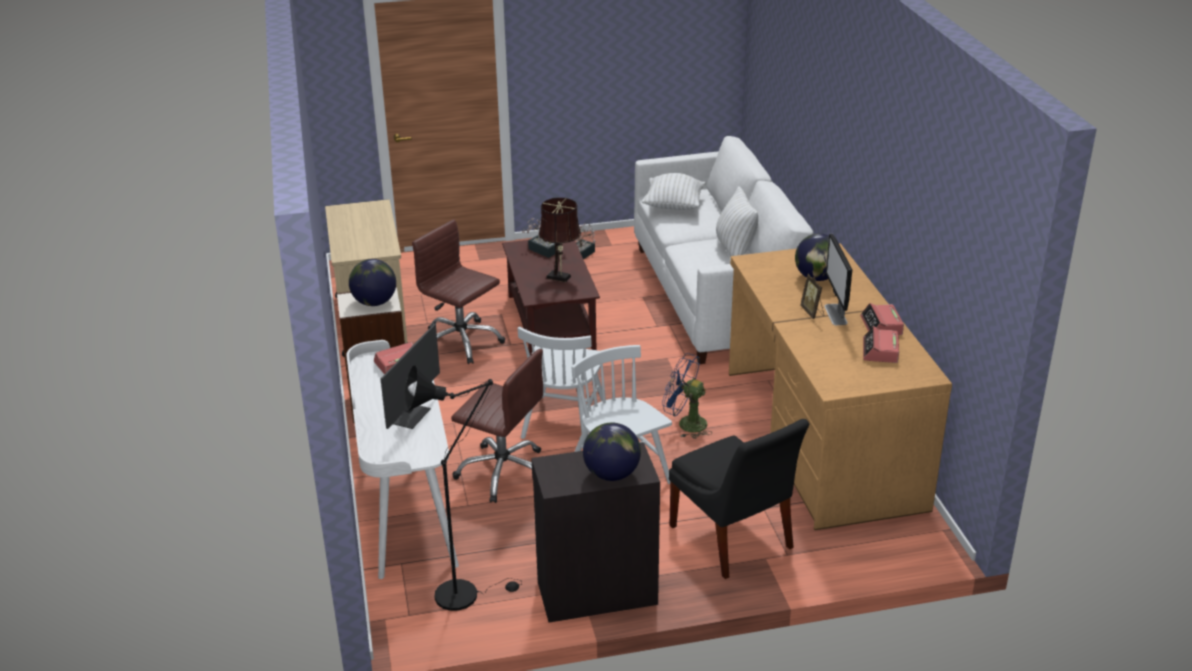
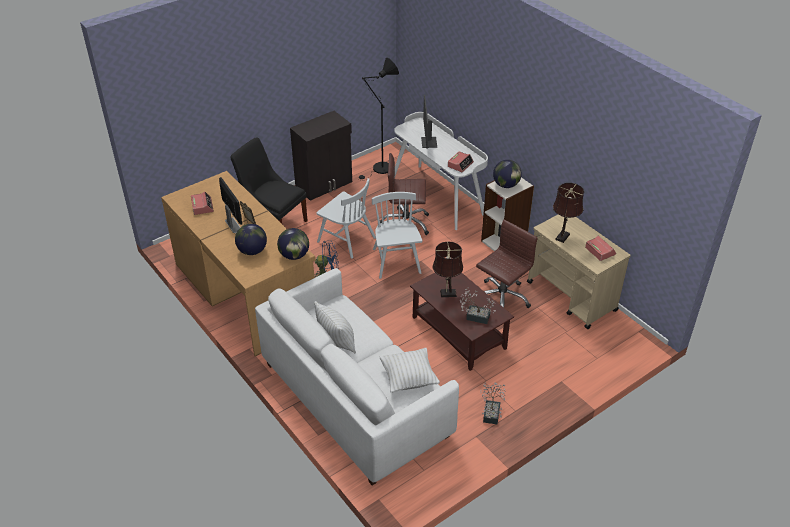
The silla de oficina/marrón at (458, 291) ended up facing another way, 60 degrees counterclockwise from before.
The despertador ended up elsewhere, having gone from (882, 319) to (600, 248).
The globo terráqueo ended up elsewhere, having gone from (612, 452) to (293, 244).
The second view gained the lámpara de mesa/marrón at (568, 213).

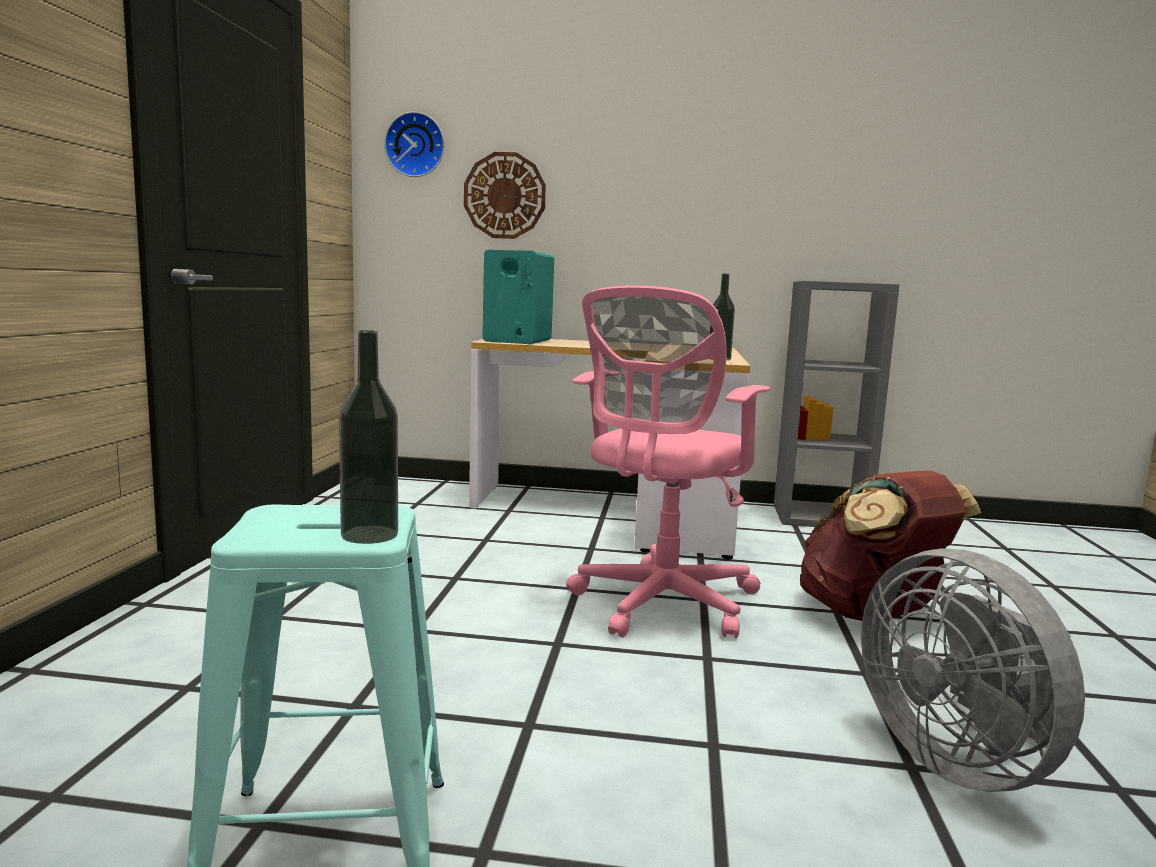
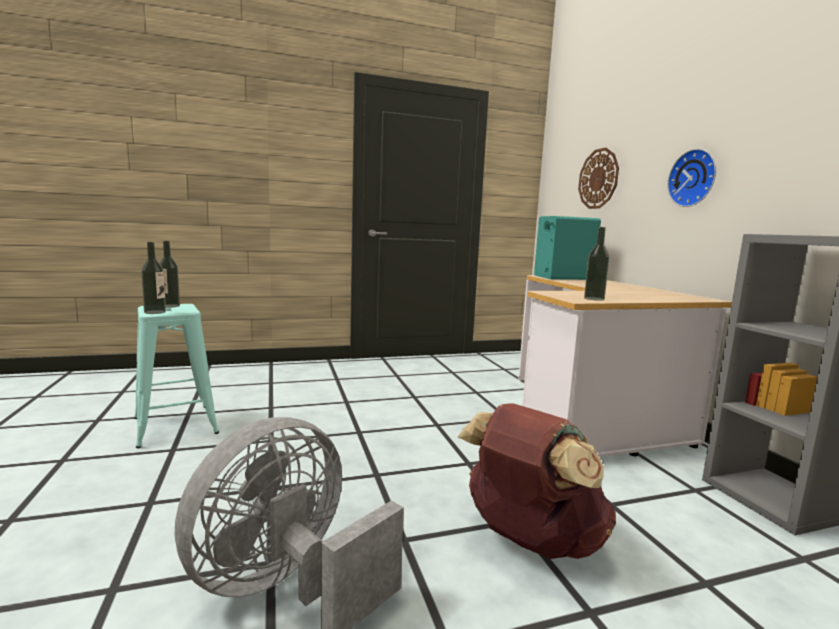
The reloj de pared ended up elsewhere, having gone from (414, 144) to (691, 178).
The second view lost the silla de oficina/rosa at (668, 462).
The second view gained the botella at (169, 274).

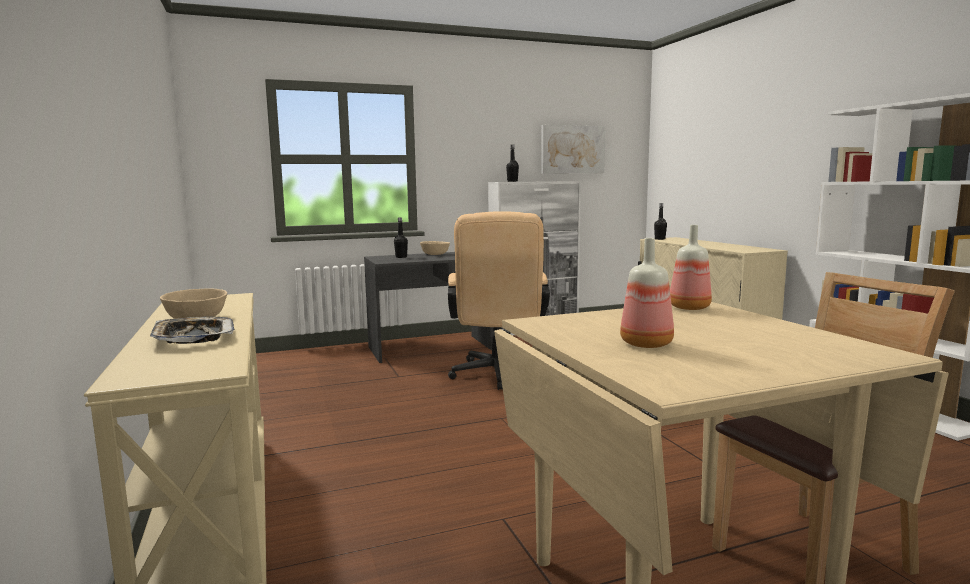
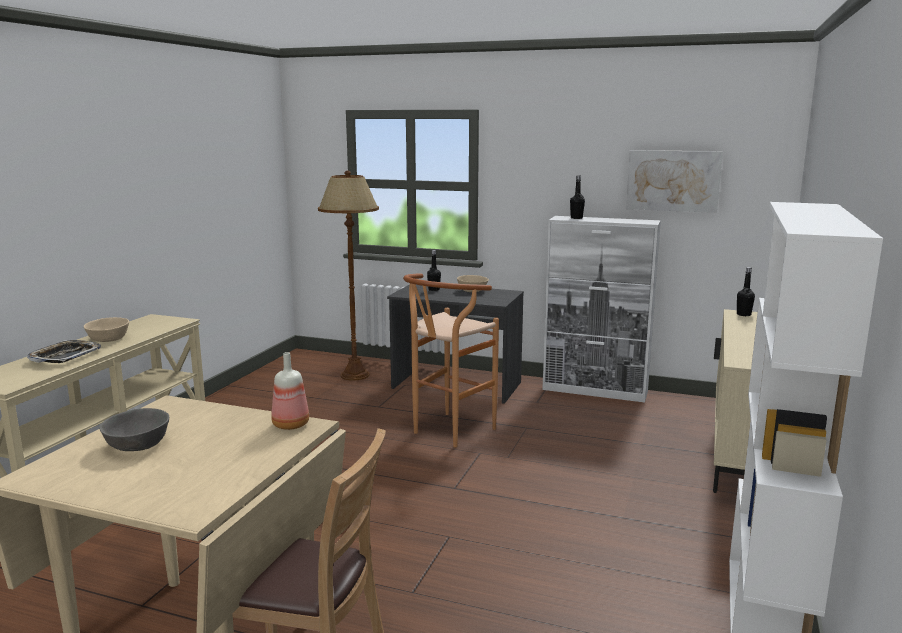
Where the silla de oficina/beis stood at (499, 300), the taburete/marrón came to stand at (451, 360).
Where the botella stood at (647, 293), the cuenco/gris came to stand at (134, 429).
The second view gained the lámpara de pie/marrón at (348, 275).

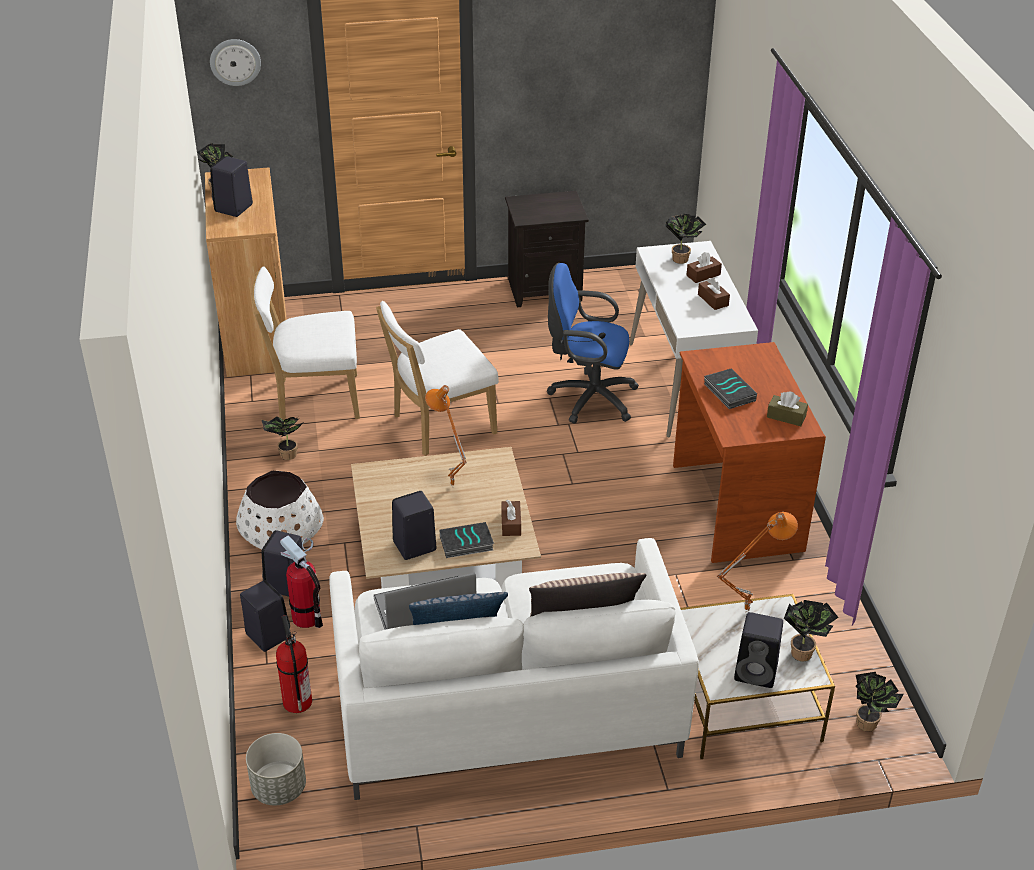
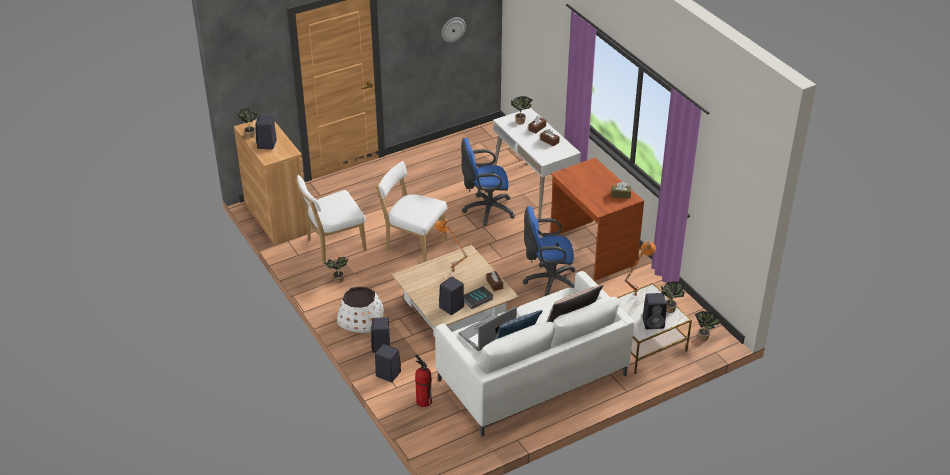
The reloj de pared ended up elsewhere, having gone from (235, 62) to (454, 29).
The second view lost the mesita de noche/negro at (547, 249).
The silla/blanco at (437, 378) ended up facing another way, 75 degrees clockwise from before.
The second view lost the libro at (730, 388).
The second view lost the extintor at (301, 581).
The second view lost the maceta/gris at (276, 769).
The second view gained the silla de oficina/azul at (549, 251).

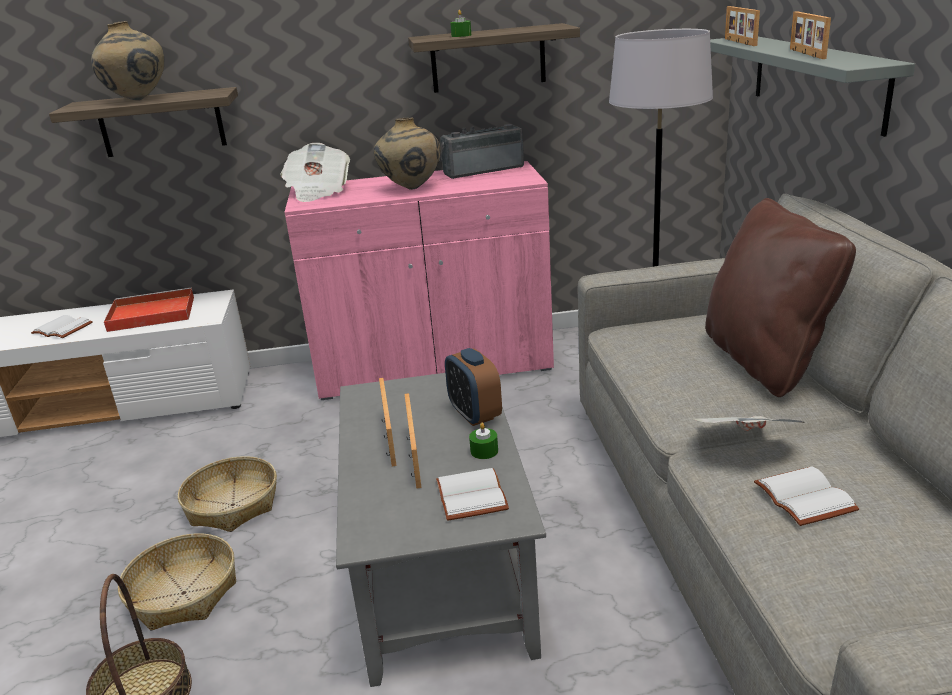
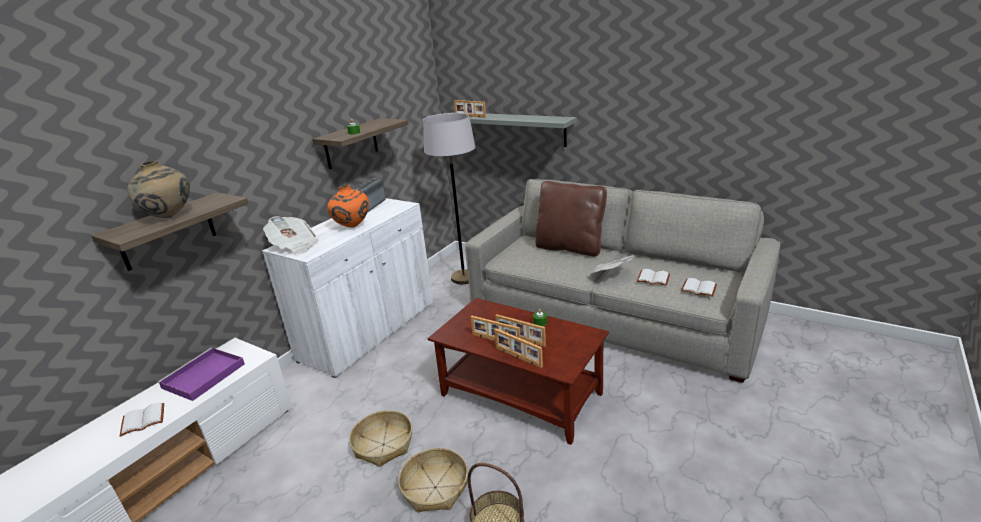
The portarretratos ended up elsewhere, having gone from (810, 35) to (518, 348).
What was the florero/beis at (407, 154) turned into the florero/naranja at (348, 206).
What was the armario/rosa at (419, 280) turned into the armario/blanco at (347, 288).
What was the bandeja/rojo at (149, 310) turned into the bandeja/morado at (201, 374).
The second view lost the despertador at (473, 387).
What was the mesa de centro/gris at (441, 530) turned into the mesa de centro/marrón at (518, 371).
The libro/blanco ended up elsewhere, having gone from (472, 494) to (699, 287).

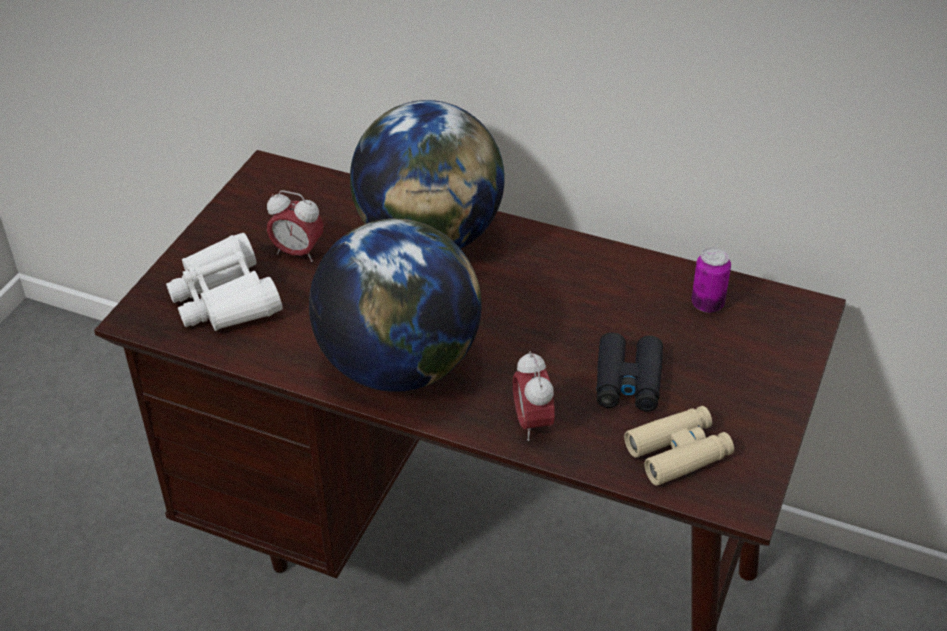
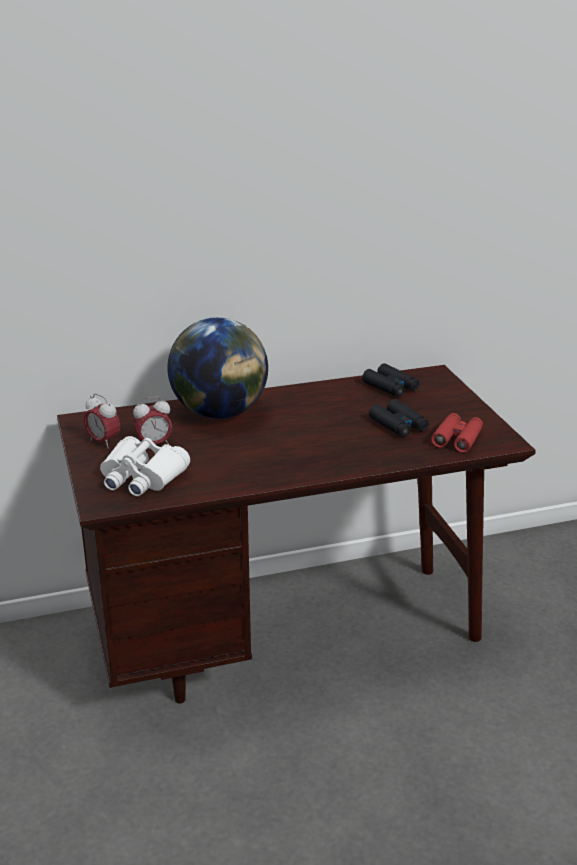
The second view lost the globo terráqueo at (395, 305).
Where the lata stood at (711, 280), the prismáticos/negro came to stand at (391, 380).
The despertador ended up elsewhere, having gone from (534, 396) to (102, 421).
What was the prismáticos/beis at (679, 446) turned into the prismáticos/rojo at (457, 433).

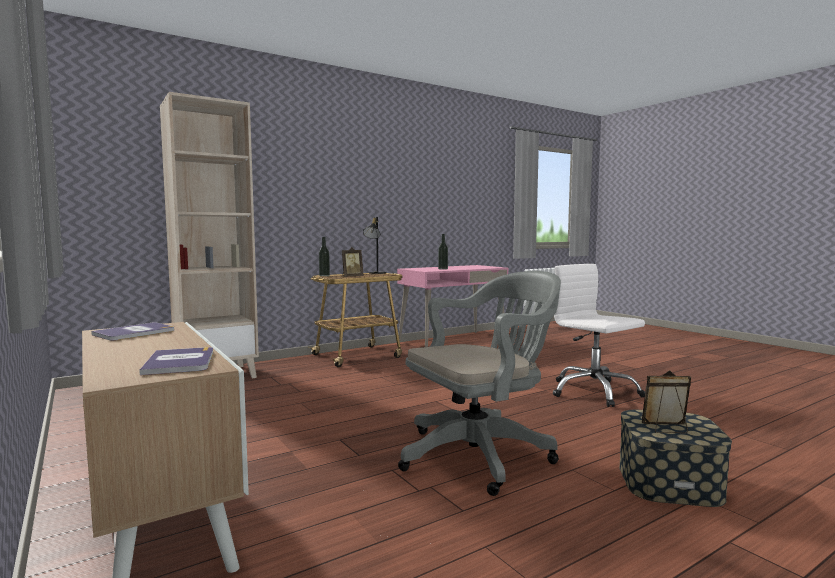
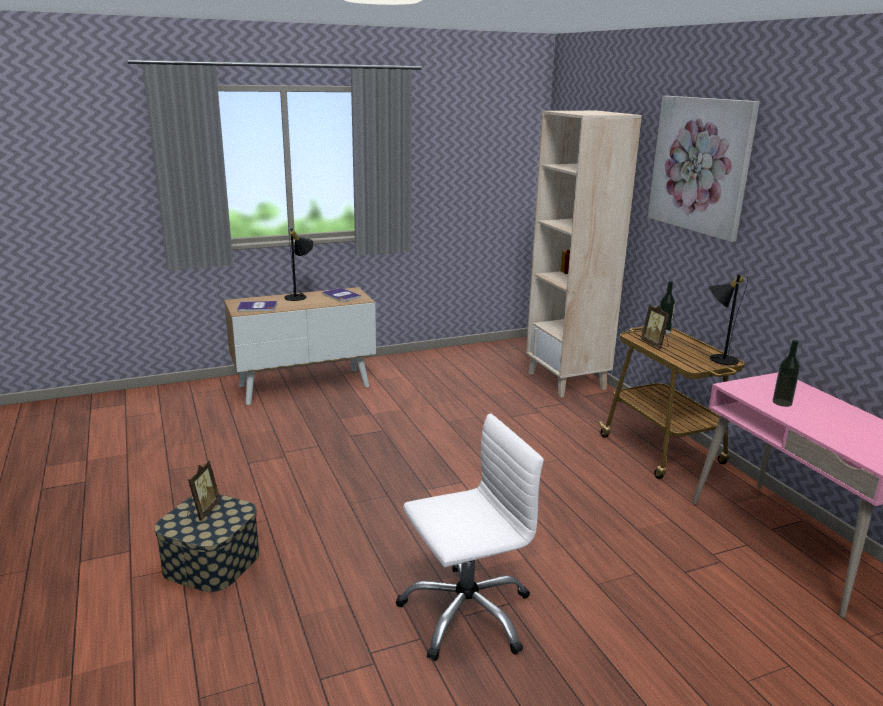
The second view lost the silla de oficina/gris at (479, 383).
The second view gained the cuadro at (704, 169).
The second view gained the lámpara de mesa/negro at (299, 264).

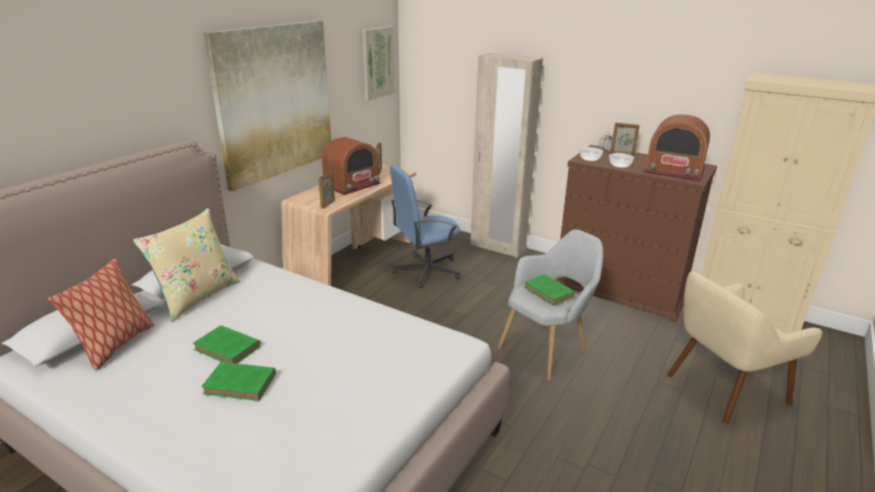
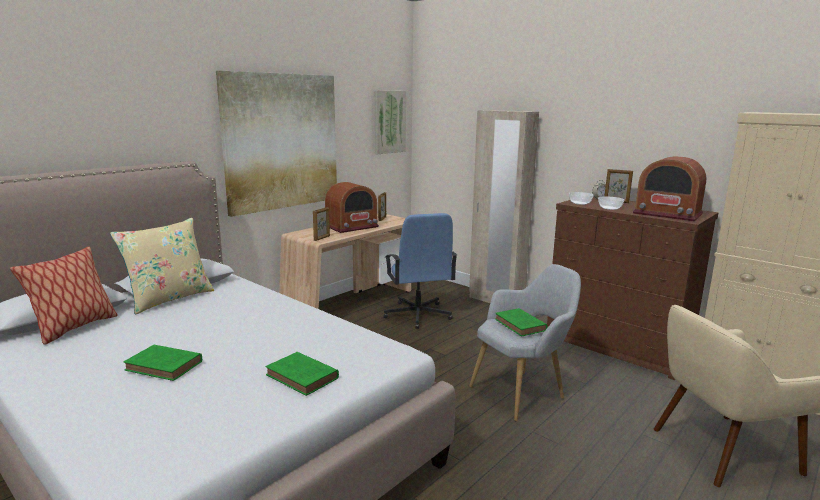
The silla de oficina/azul at (425, 226) ended up facing another way, 90 degrees counterclockwise from before.
The libro/verde ended up elsewhere, having gone from (227, 344) to (302, 374).

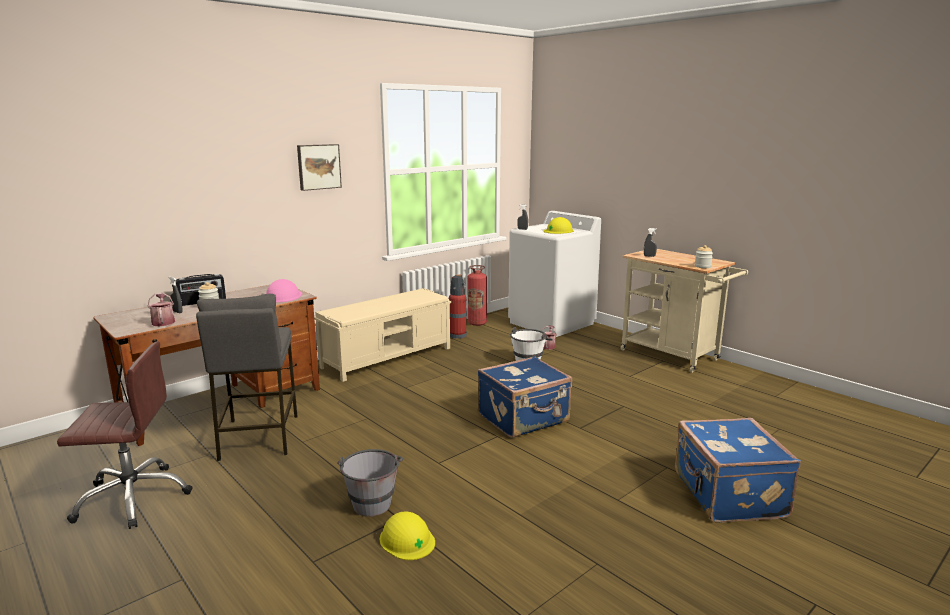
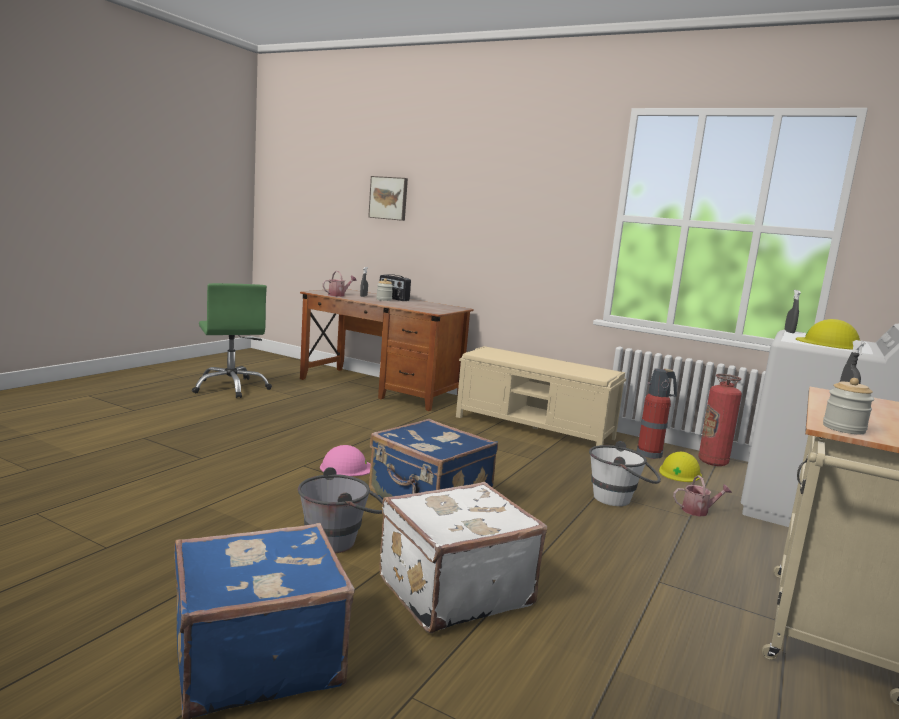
The cuadro ended up elsewhere, having gone from (319, 167) to (388, 198).
The casco/rosa ended up elsewhere, having gone from (284, 290) to (345, 460).
The second view lost the taburete/gris at (246, 377).
What was the silla de oficina/marrón at (125, 435) turned into the silla de oficina/verde at (232, 340).
The cubo/gris ended up elsewhere, having gone from (370, 483) to (340, 510).
The casco/amarillo ended up elsewhere, having gone from (407, 535) to (680, 467).
The second view gained the maleta/blanco at (463, 557).

